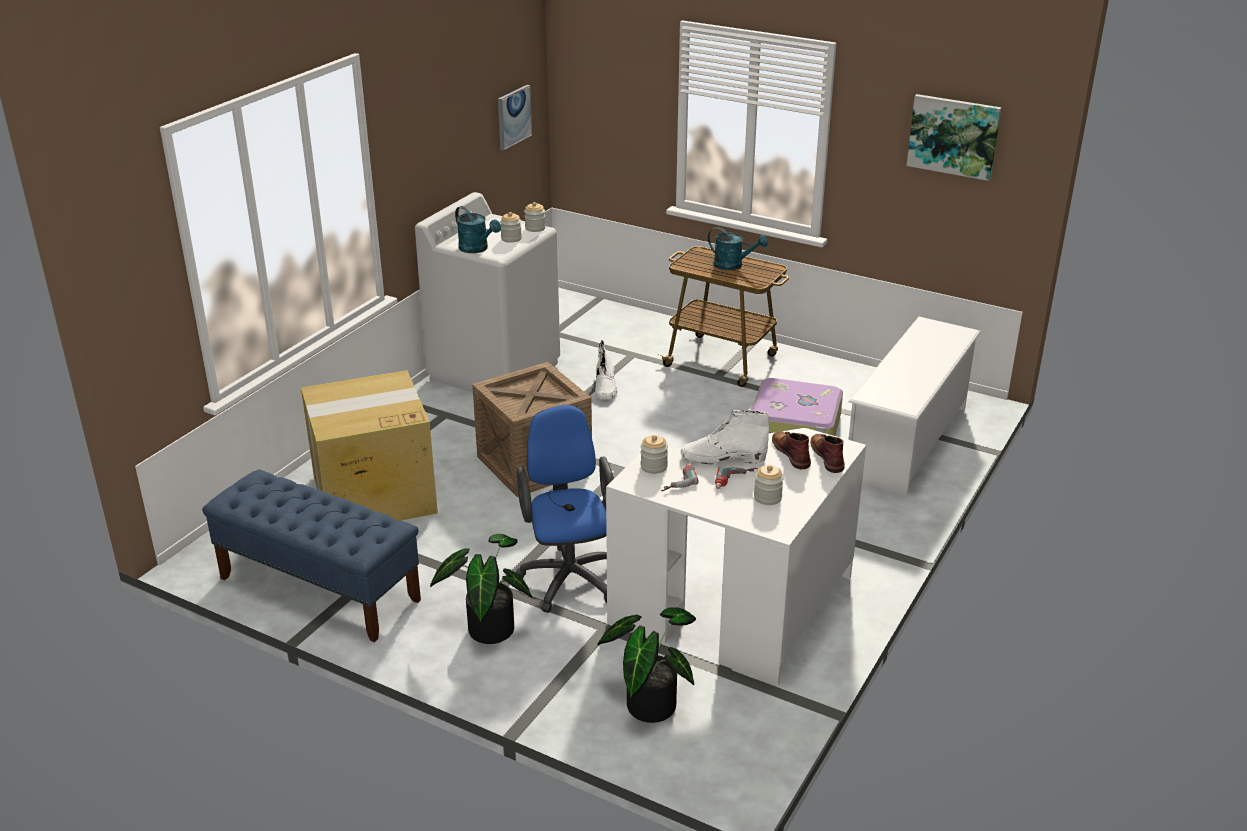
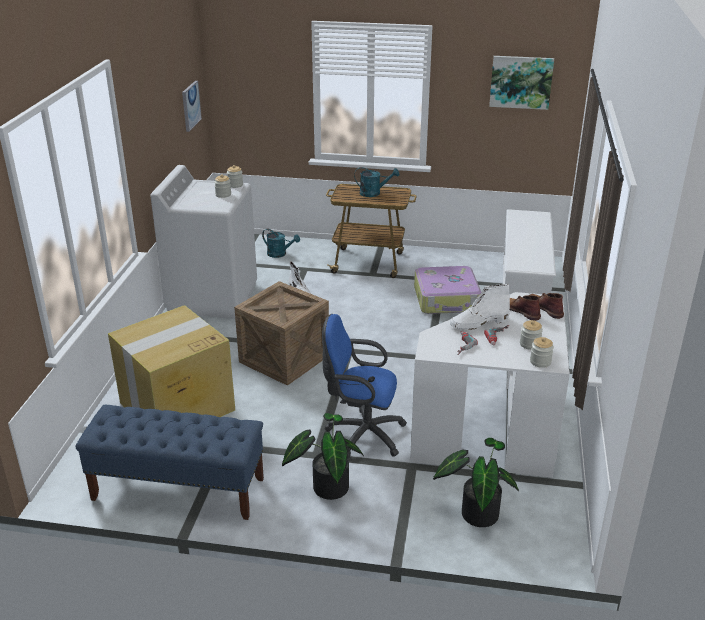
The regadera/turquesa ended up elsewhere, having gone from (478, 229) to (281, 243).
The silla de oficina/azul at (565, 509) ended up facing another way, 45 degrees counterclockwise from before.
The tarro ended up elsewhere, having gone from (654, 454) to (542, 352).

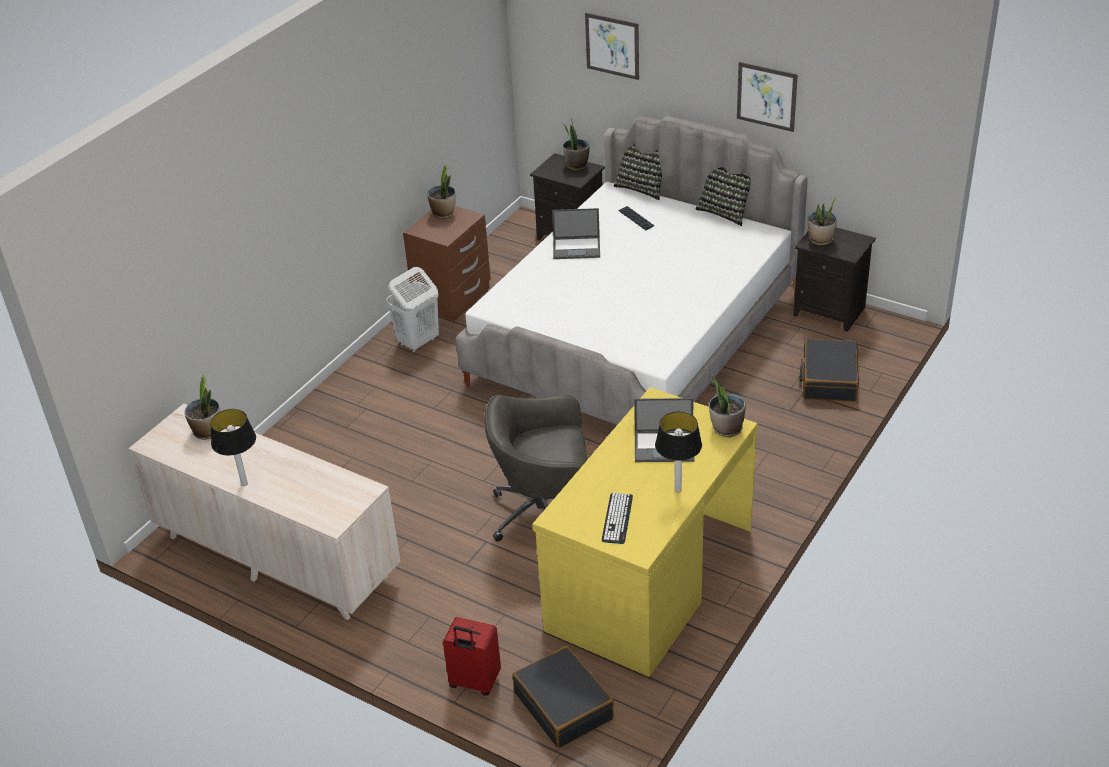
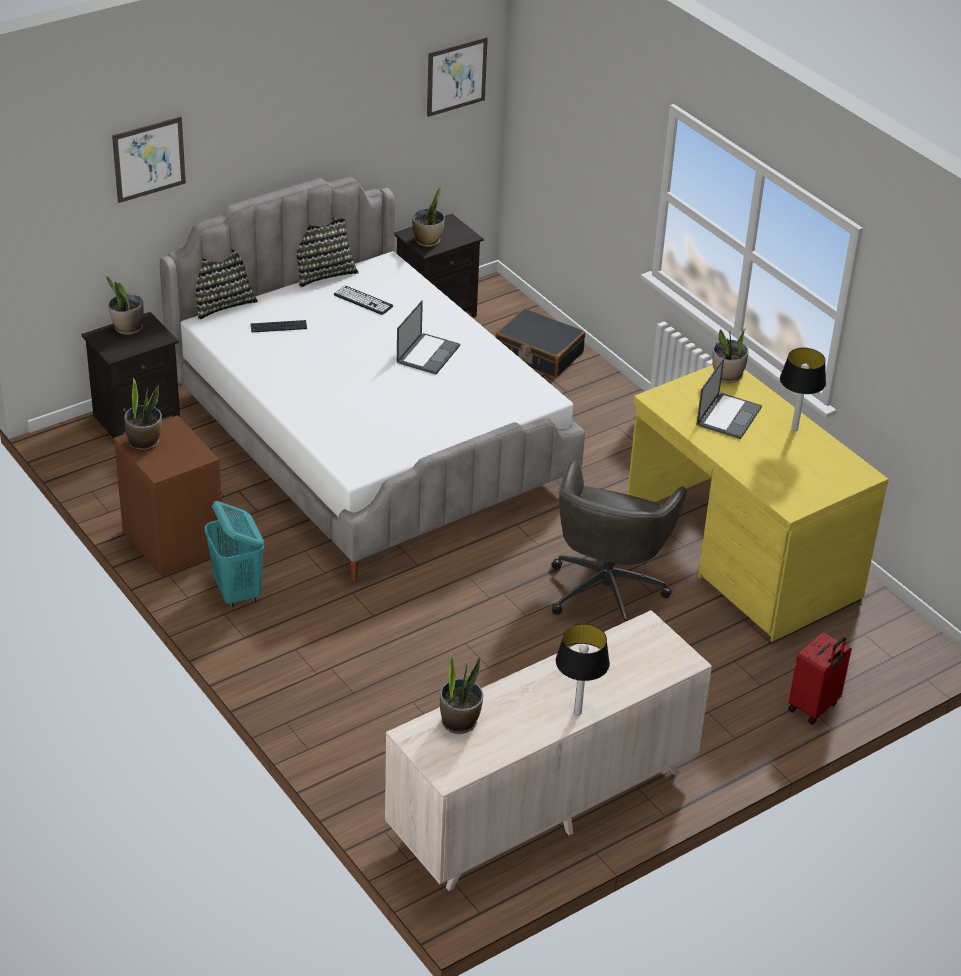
The cuadro ended up elsewhere, having gone from (767, 97) to (457, 77).
The portátil ended up elsewhere, having gone from (576, 233) to (428, 337).
What was the cesto de la ropa/blanco at (412, 310) turned into the cesto de la ropa/turquesa at (234, 554).
The teclado ended up elsewhere, having gone from (617, 518) to (363, 300).
The second view lost the maleta/negro at (563, 697).

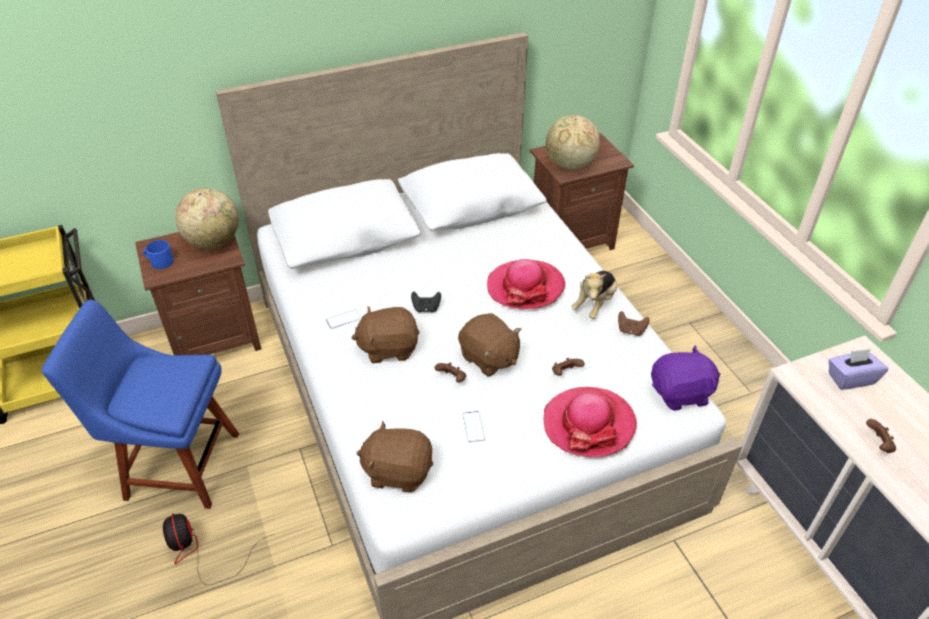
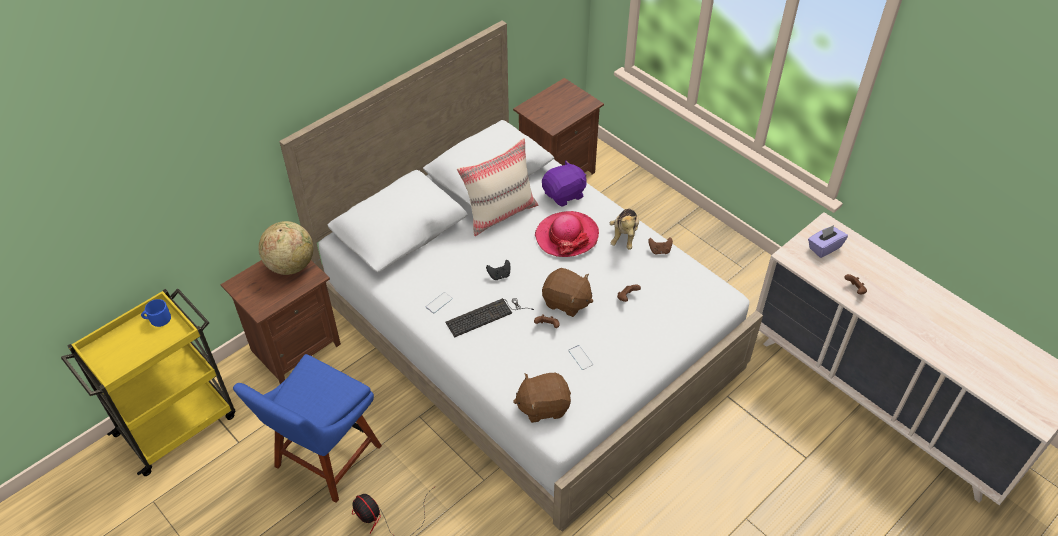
The second view lost the globo terráqueo at (573, 142).
The taza grande/azul ended up elsewhere, having gone from (158, 254) to (156, 313).
The silla/azul at (140, 404) ended up facing another way, 45 degrees counterclockwise from before.
Where the peluche/marrón stood at (386, 334), the teclado came to stand at (490, 317).
The peluche/morado ended up elsewhere, having gone from (685, 378) to (564, 183).
The second view lost the sombrero at (590, 422).
The second view gained the cojín/beis at (497, 187).

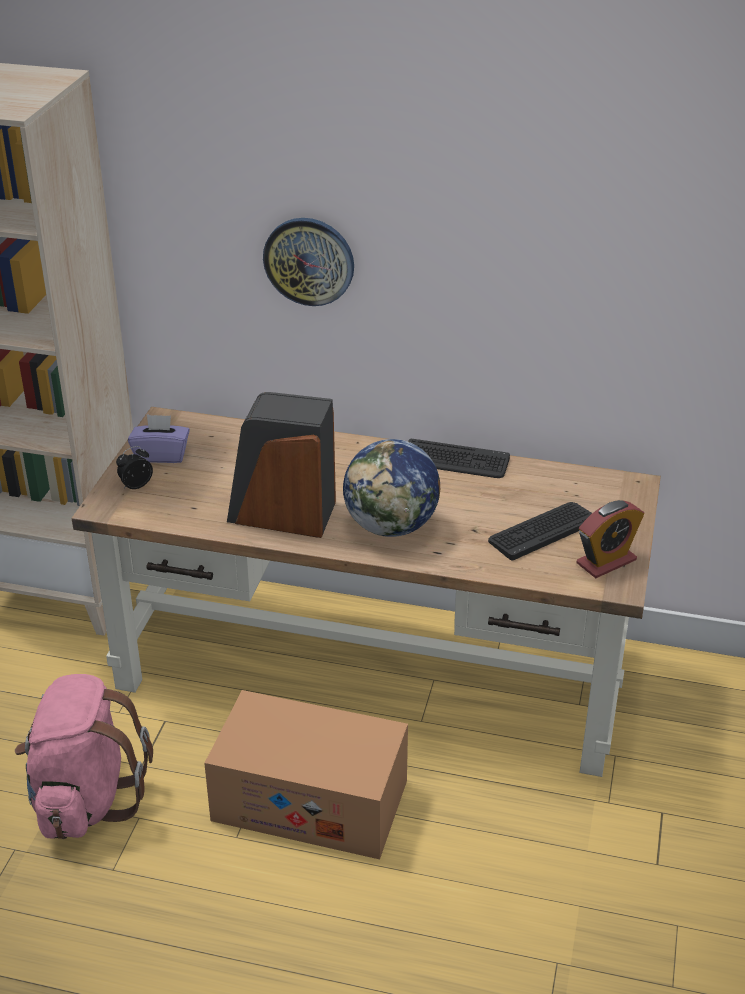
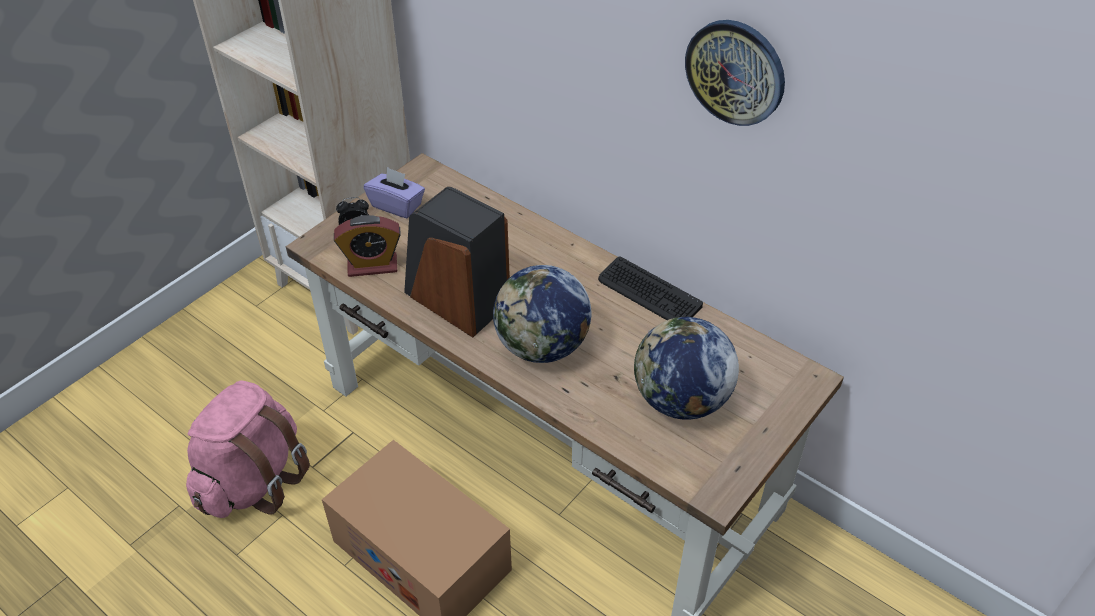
The reloj de pared ended up elsewhere, having gone from (308, 262) to (735, 73).
The despertador ended up elsewhere, having gone from (610, 539) to (367, 246).
Where the teclado stood at (540, 531), the globo terráqueo came to stand at (686, 368).

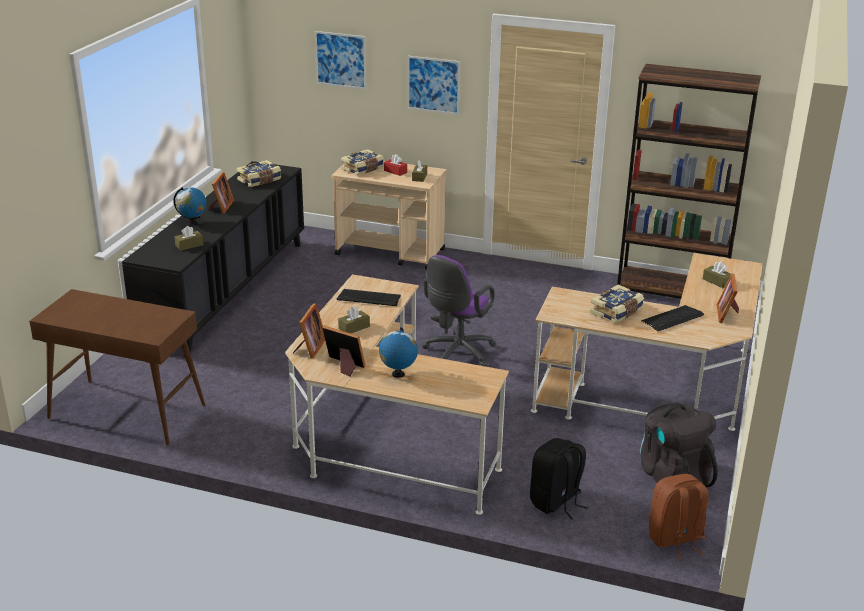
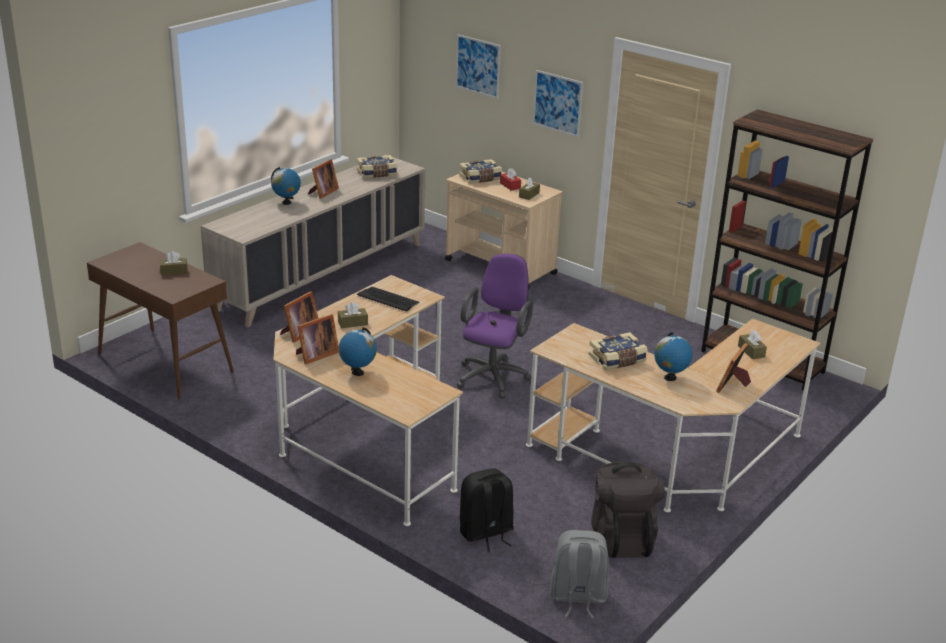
What was the armario/negro at (213, 259) turned into the armario/beis at (313, 241).
The caja de pañuelos/marrón ended up elsewhere, having gone from (189, 238) to (174, 263).
The silla de oficina/morado at (459, 310) ended up facing another way, 150 degrees clockwise from before.
Where the teclado stood at (672, 318), the globo terráqueo came to stand at (673, 356).
The portarretratos at (344, 351) ended up facing another way, 90 degrees clockwise from before.
What was the mochila/marrón at (679, 517) turned into the mochila/gris at (579, 574).

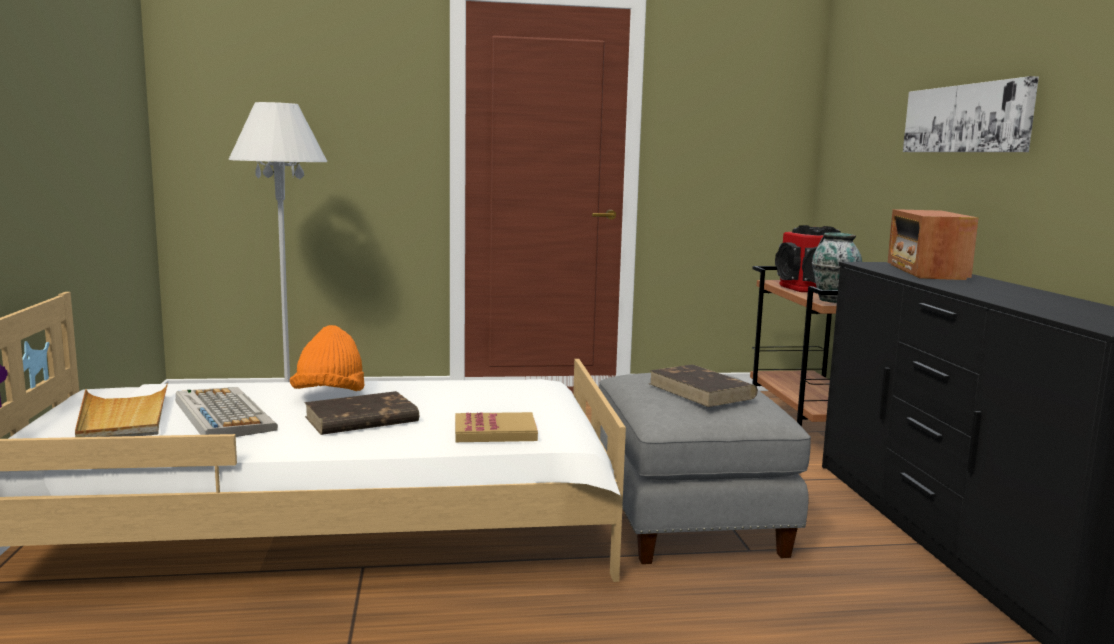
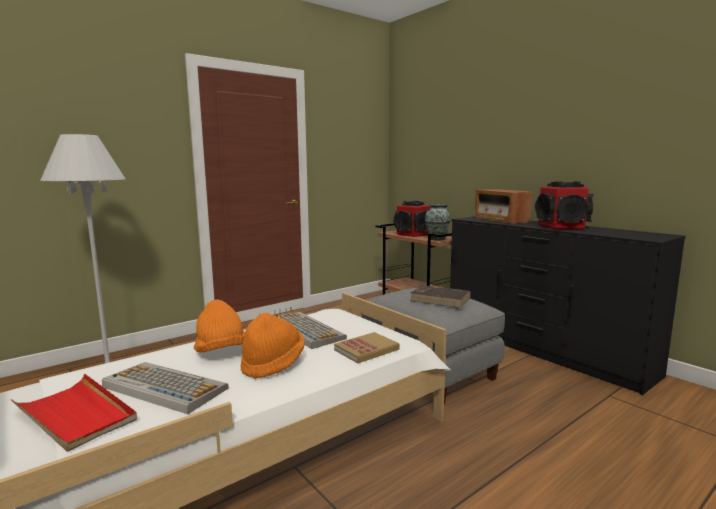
The second view lost the cuadro at (971, 114).
What was the bandeja/beis at (121, 410) turned into the bandeja/rojo at (73, 413).
Where the libro/marrón stood at (361, 413), the sombrero/naranja came to stand at (272, 346).
The second view gained the altavoz at (564, 205).
The second view gained the teclado at (311, 330).

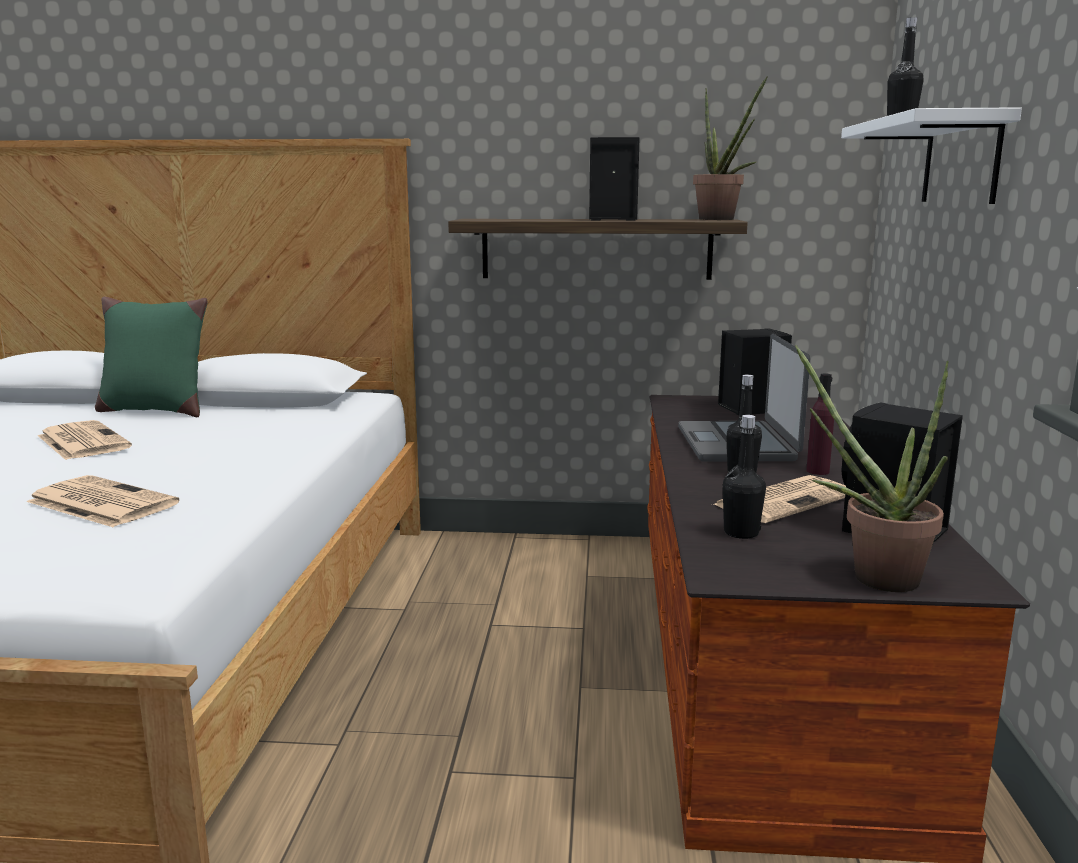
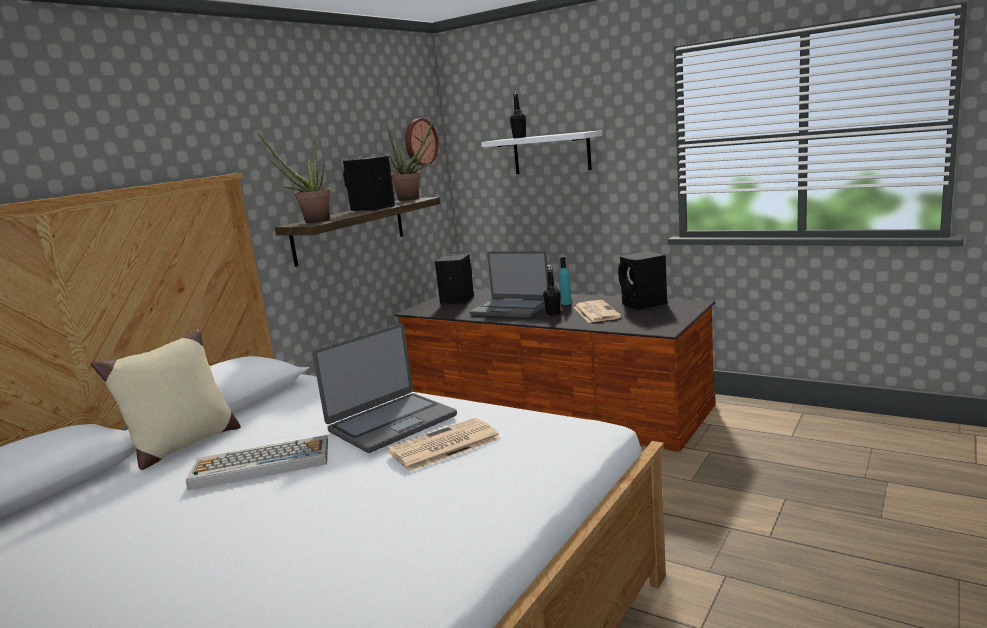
What was the cojín/verde at (151, 357) turned into the cojín/beis at (166, 399).
The planta en maceta ended up elsewhere, having gone from (872, 468) to (294, 176).
What was the botella/morado at (820, 424) turned into the botella/turquesa at (565, 280).
The second view lost the botella/negro at (744, 477).
Where the periódico stood at (85, 440), the teclado came to stand at (257, 462).
The second view gained the reloj de pared at (422, 142).
The second view gained the portátil at (384, 388).

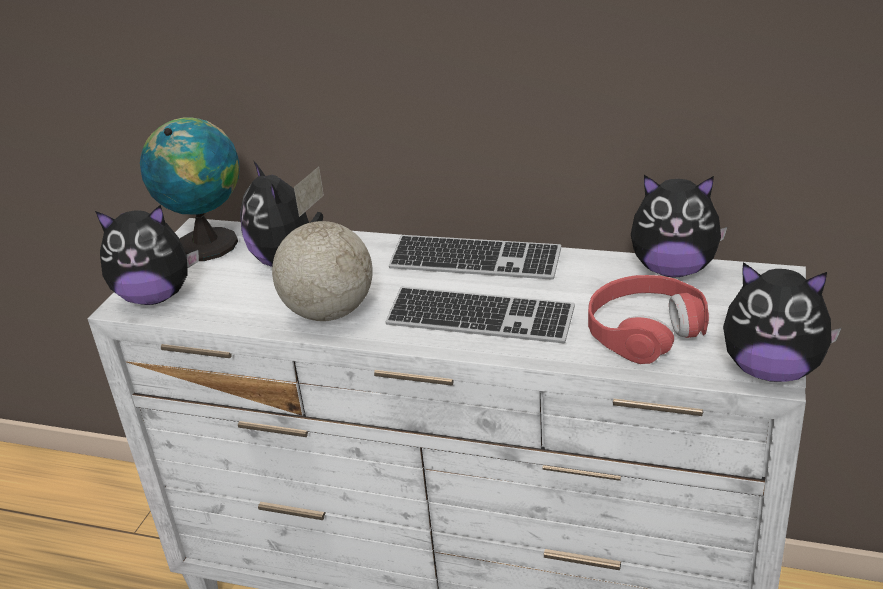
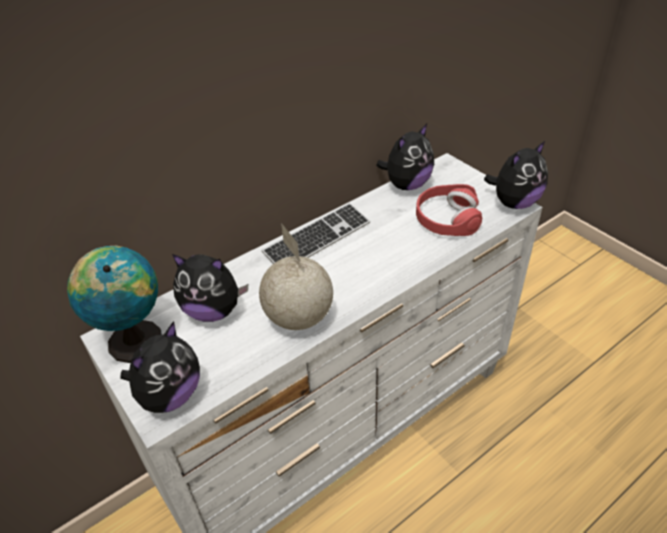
The second view lost the teclado at (480, 314).

